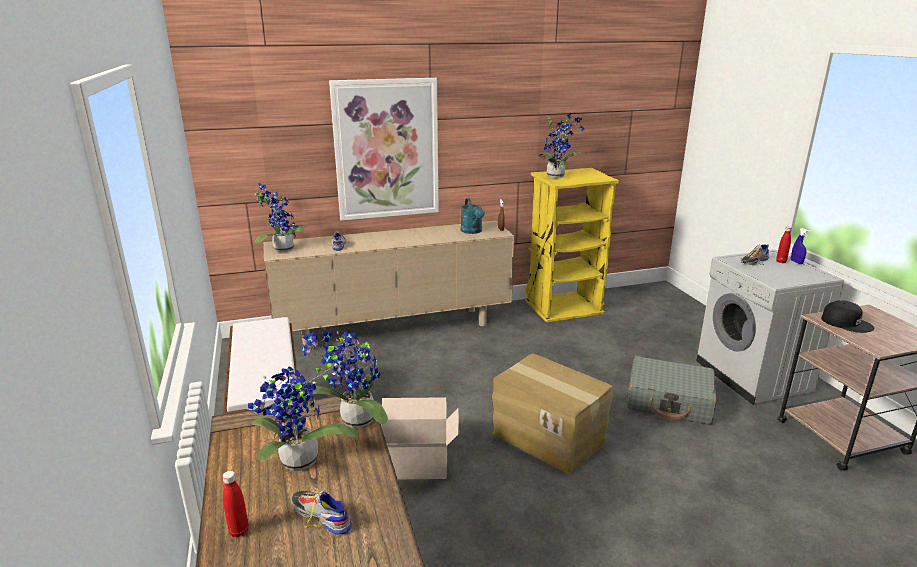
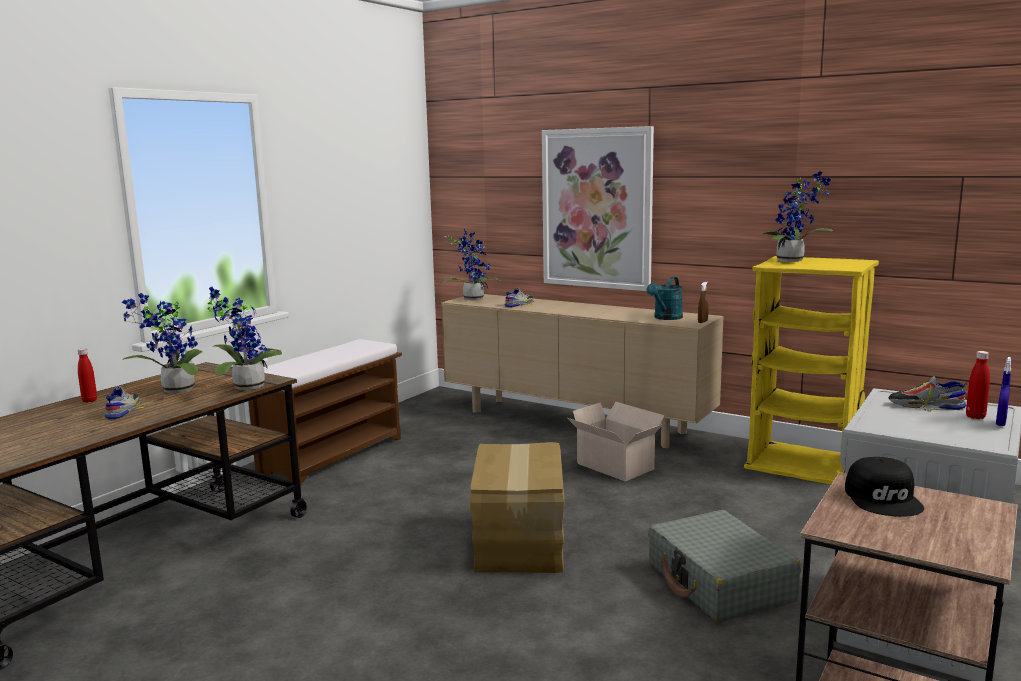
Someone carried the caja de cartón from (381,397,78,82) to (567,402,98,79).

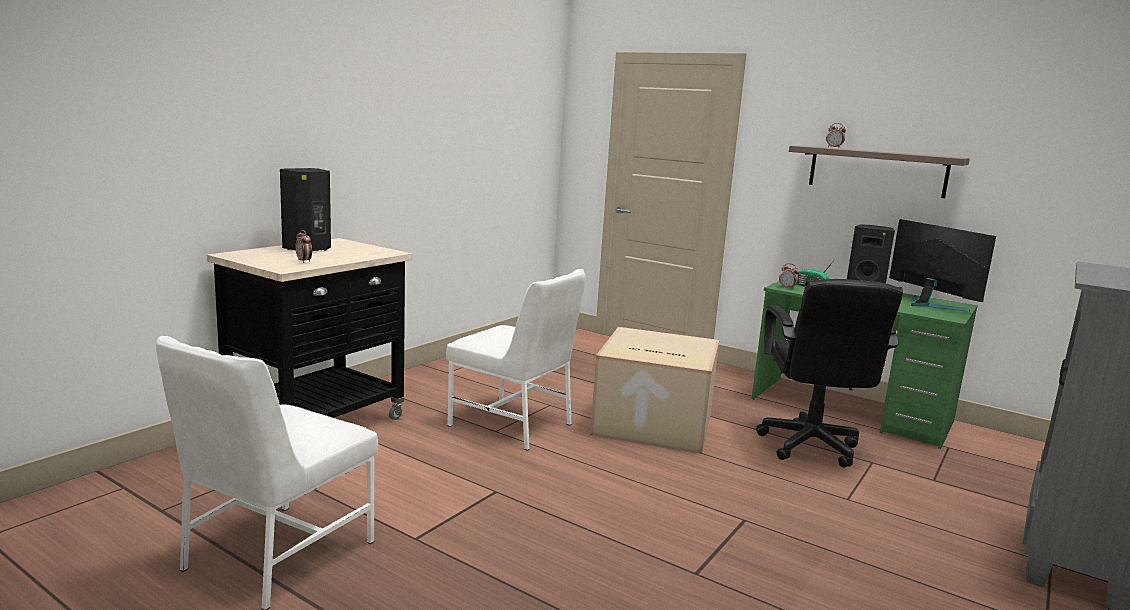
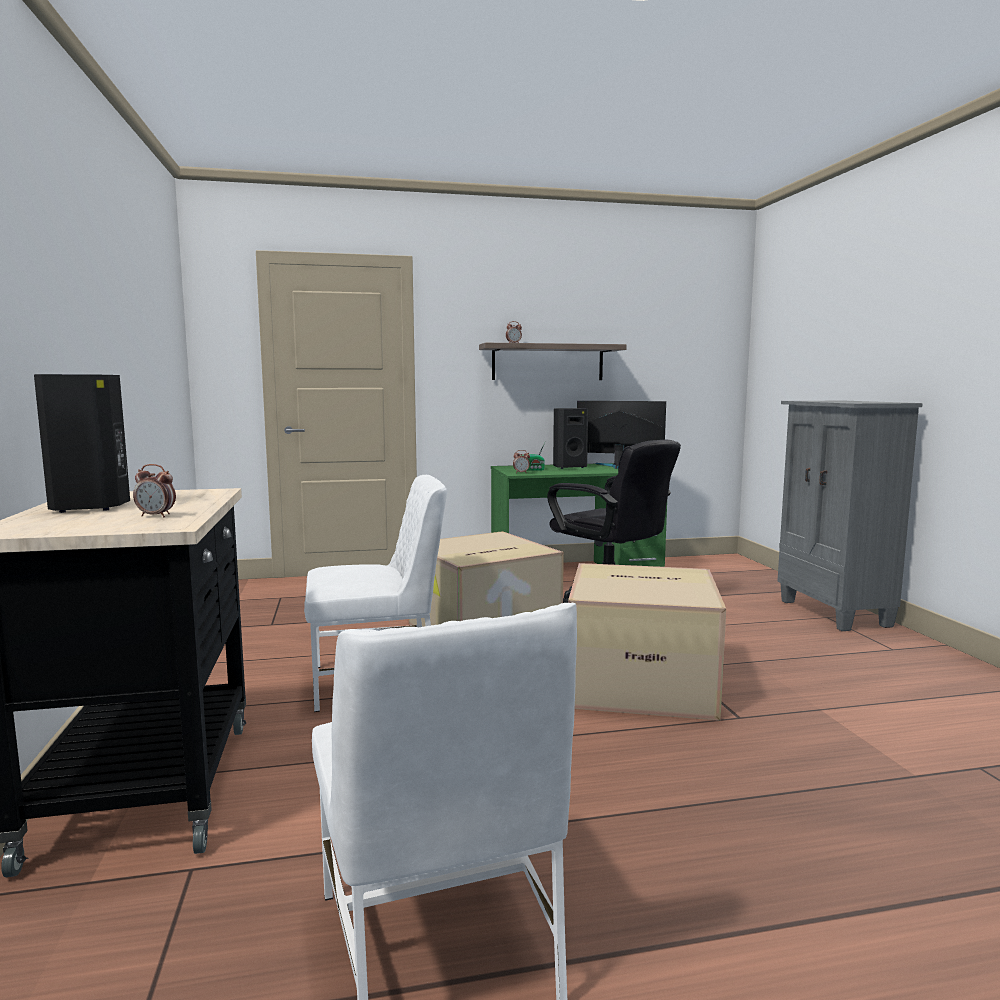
Someone put down the caja de cartón at (568,563,158,158).

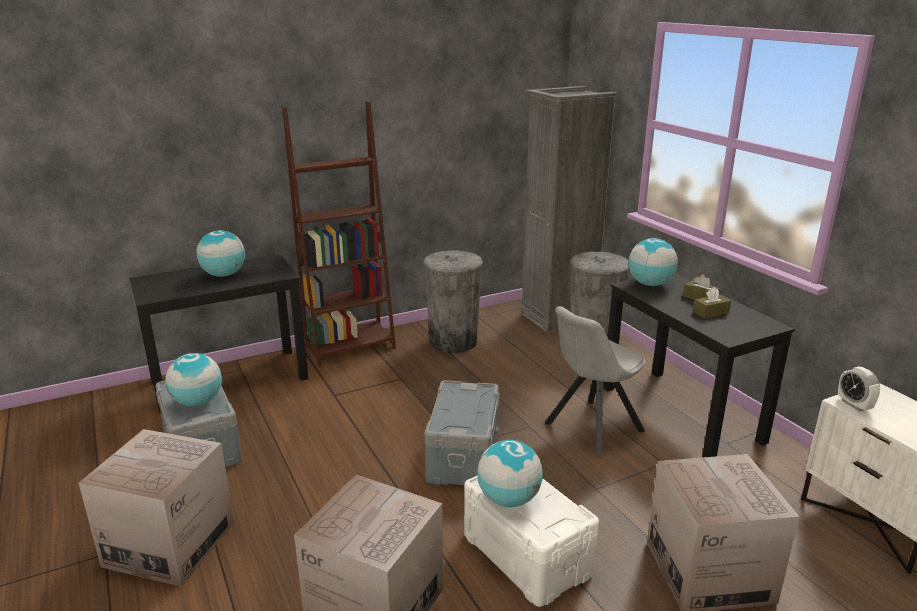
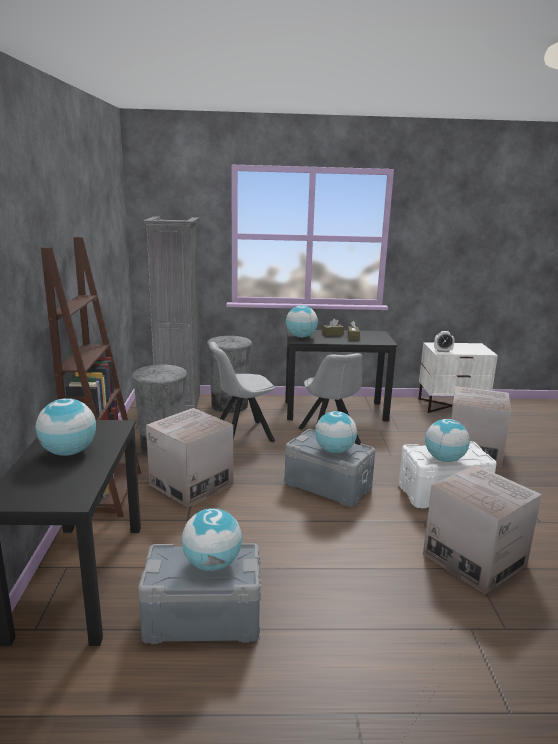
Someone carried the caja de cartón from (78,429,156,158) to (146,408,87,100). Someone put down the silla [gris] at (209,342,66,100). Someone put down the globo terráqueo at (315,411,42,42).

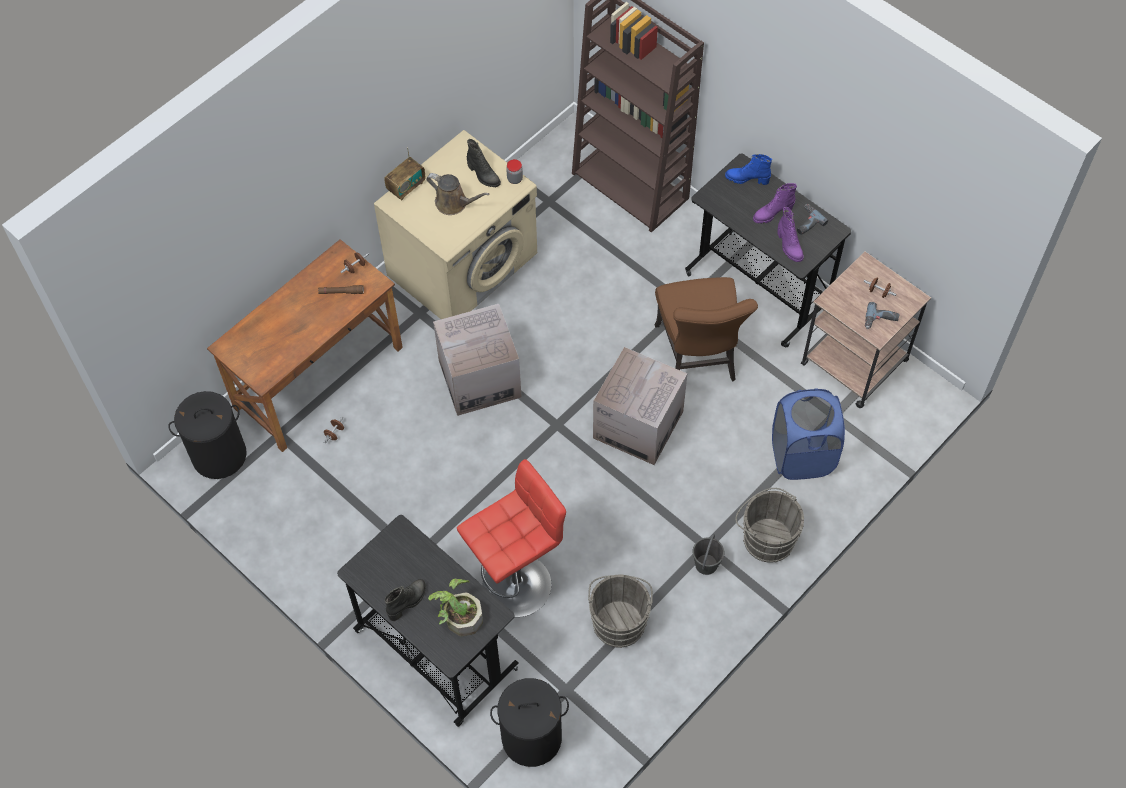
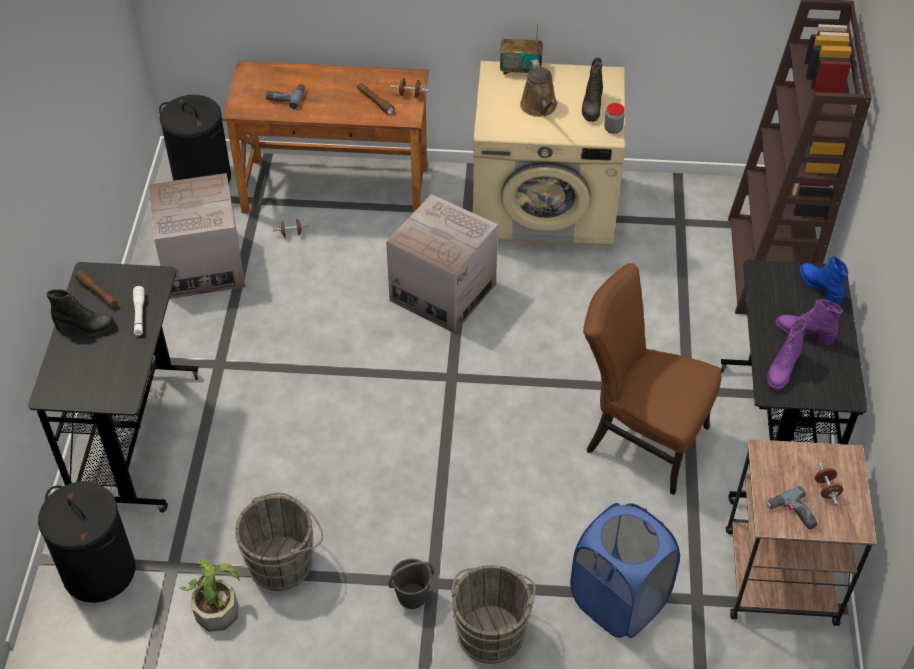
Someone put down the linterna [marrón] at (75,270,43,38). Someone put down the linterna [blanco] at (133,286,12,50). Someone carried the caja de cartón from (593,347,94,118) to (149,173,96,126). Someone carried the planta en maceta from (428,579,55,57) to (179,559,61,73). Someone carried the taladro from (797,204,31,31) to (266,84,39,25). Someone rotated the silla [marrón] at (655,277,103,105) by 75 degrees clockwise. Someone took away the taburete [rojo] at (457,459,109,158).

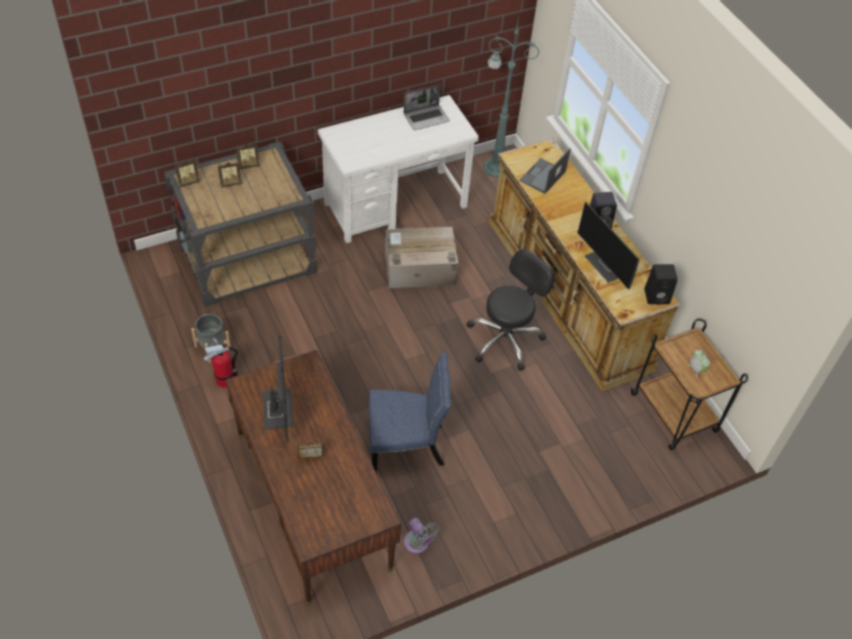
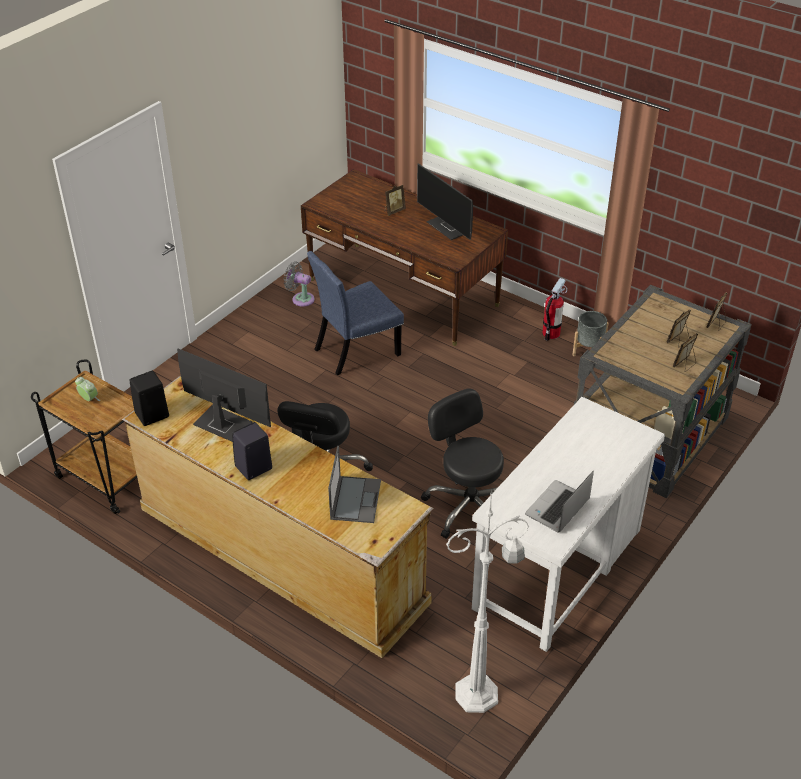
Someone swapped the caja de cartón at (385,227,73,61) for the silla de oficina [negro] at (421,388,83,151). Someone repainted the lámpara de pie [verde] at (483,16,56,162), which became the lámpara de pie [blanco] at (446,495,83,218).

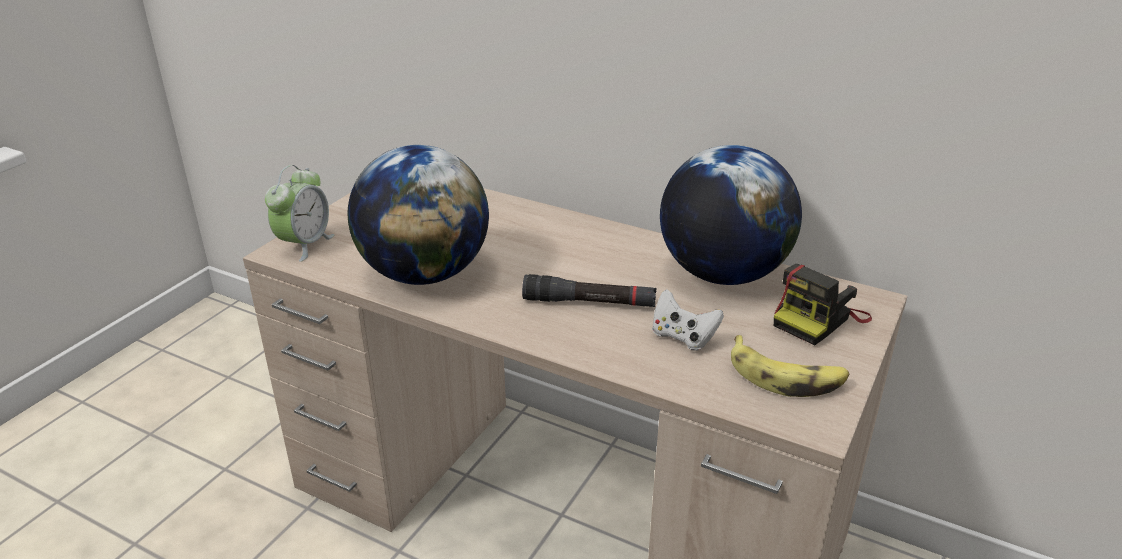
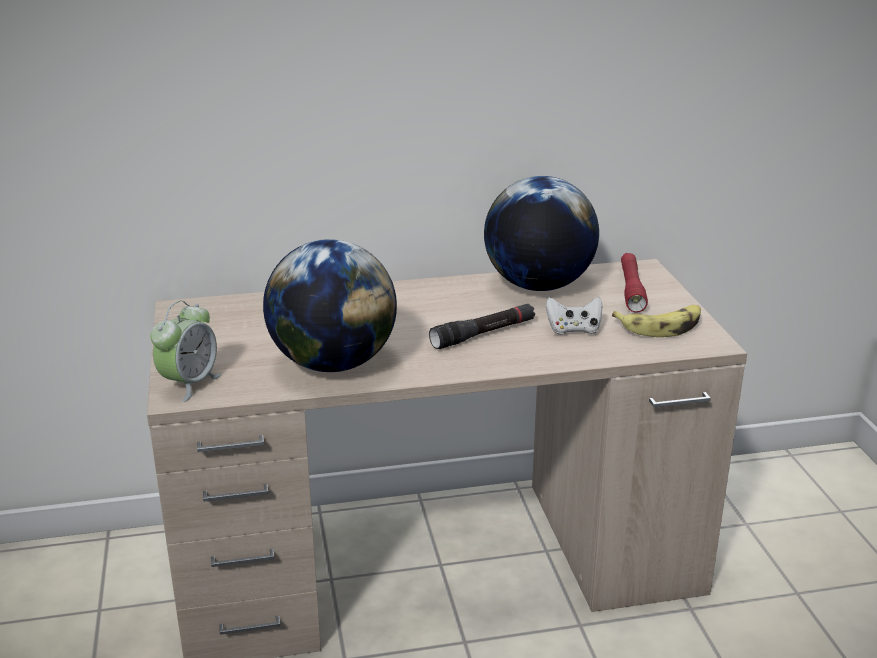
Someone rotated the despertador at (265,165,69,97) by 45 degrees clockwise. Someone swapped the cámara at (774,264,98,81) for the linterna [rojo] at (621,253,27,60).

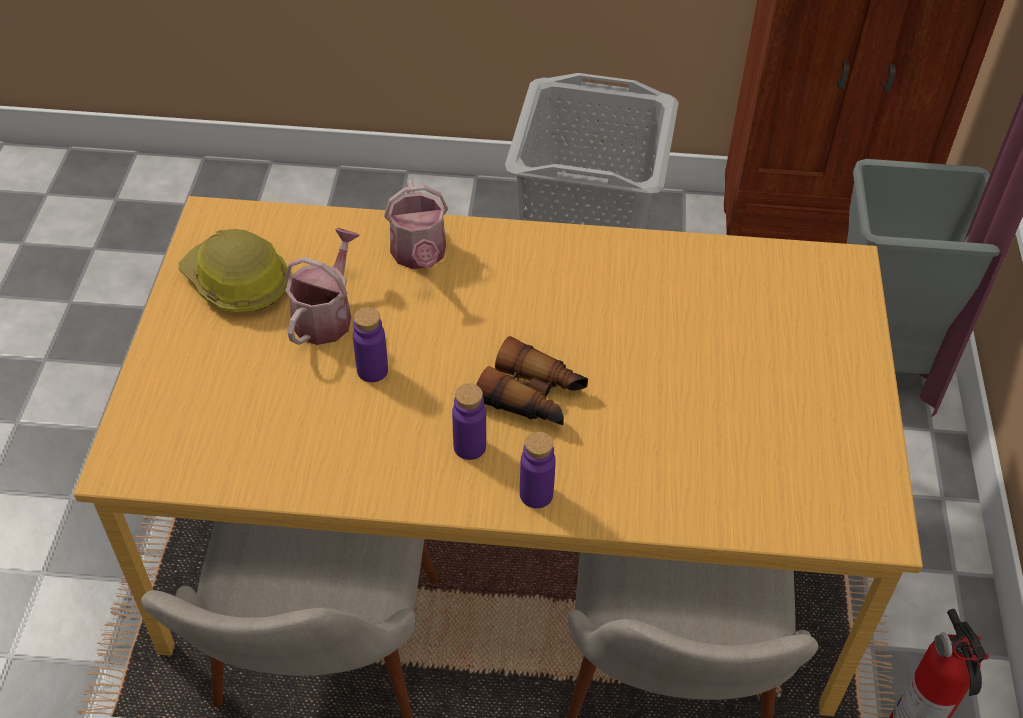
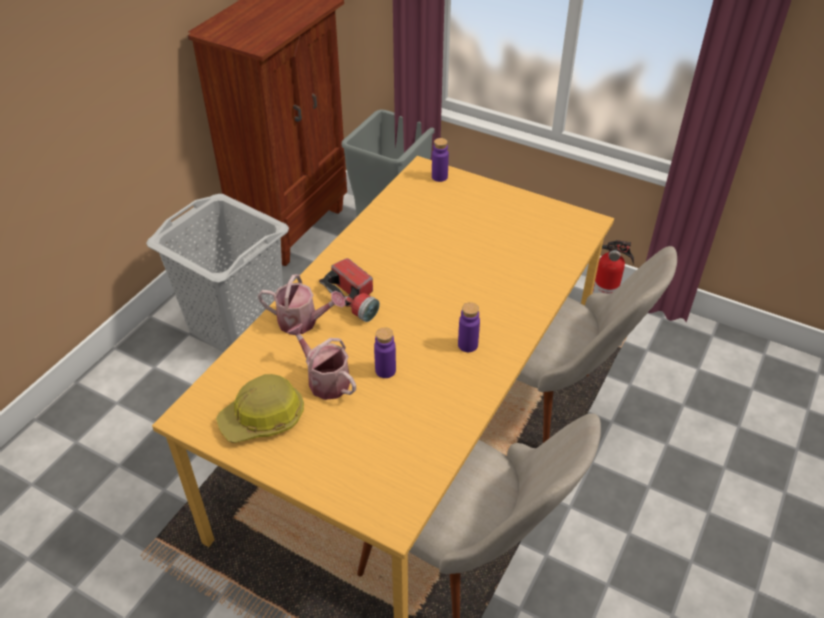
Someone put down the linterna at (319,258,61,64). Someone carried the botella [morado] from (520,431,36,77) to (432,138,17,44). Someone took away the prismáticos at (476,336,112,89).

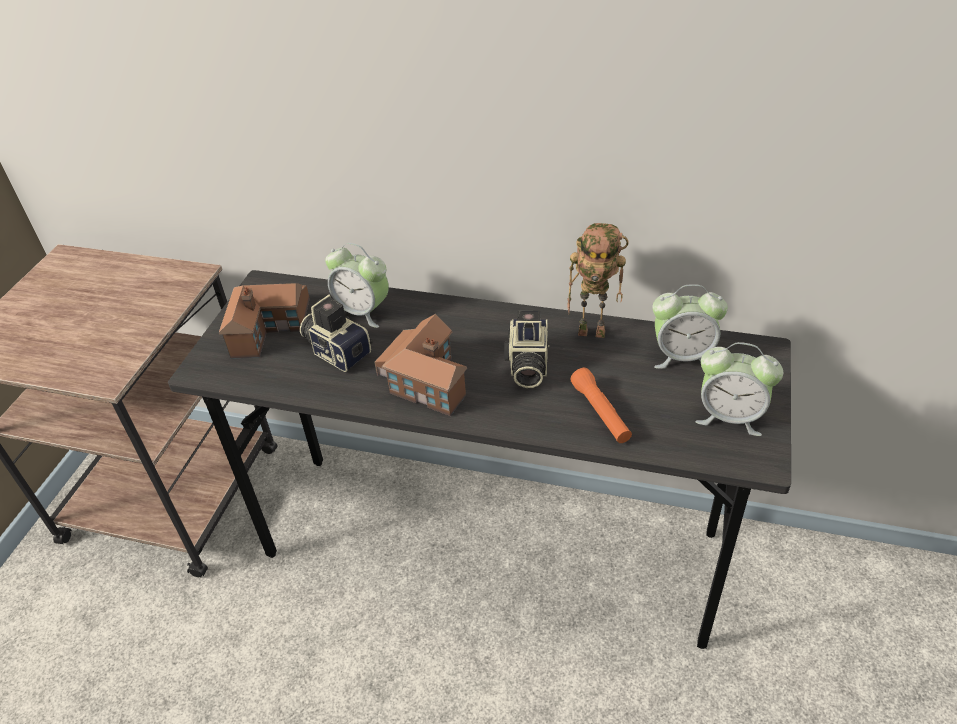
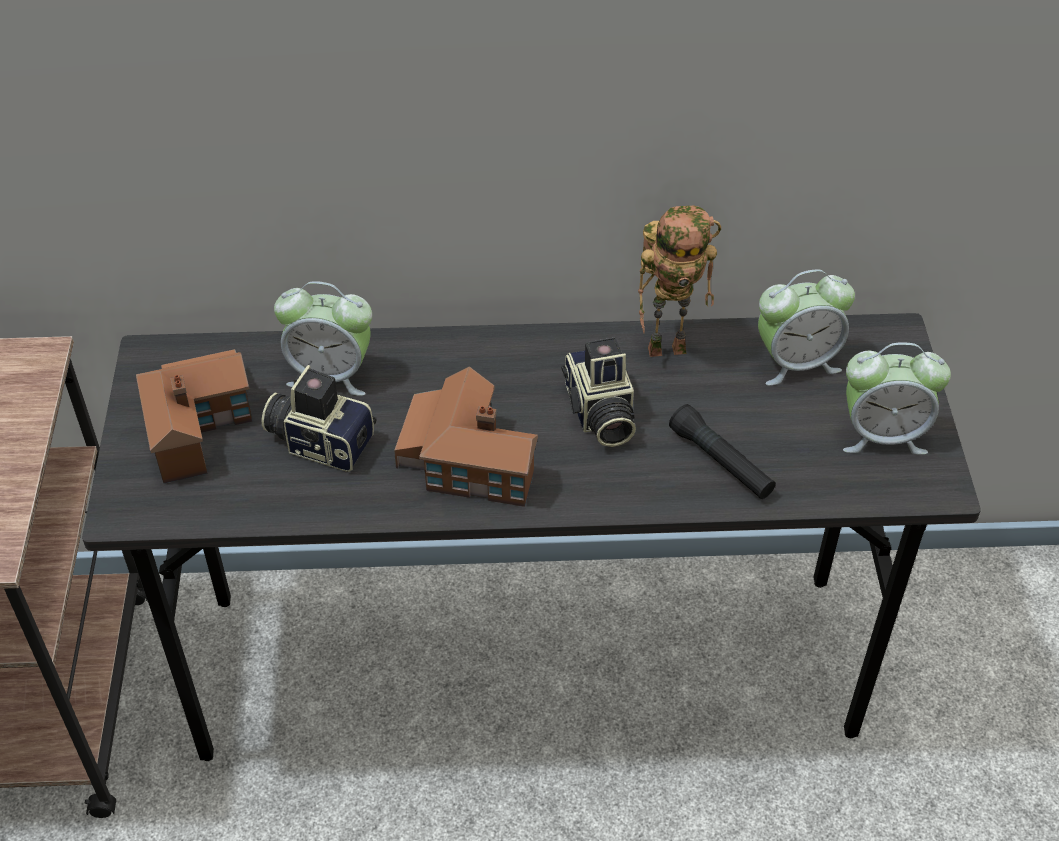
Someone repainted the linterna [naranja] at (570,368,62,75), which became the linterna [negro] at (669,404,107,95).

